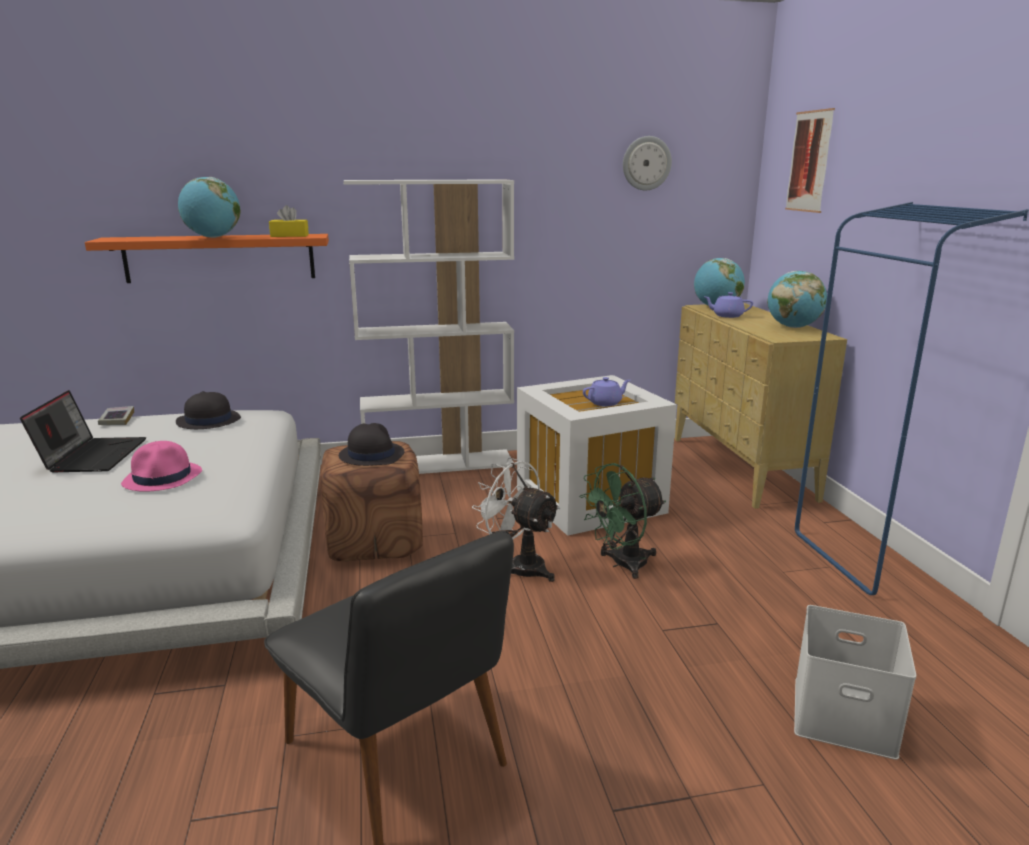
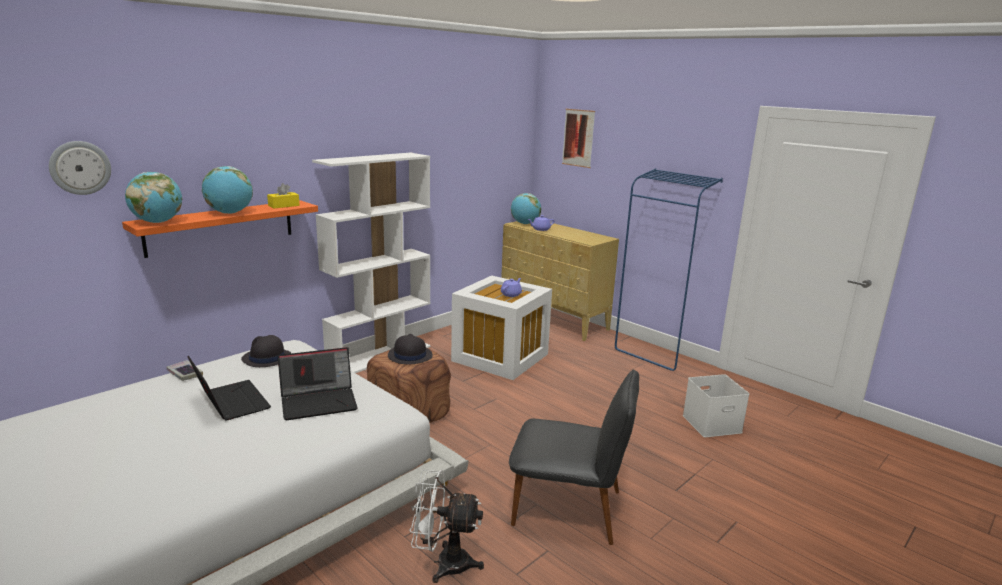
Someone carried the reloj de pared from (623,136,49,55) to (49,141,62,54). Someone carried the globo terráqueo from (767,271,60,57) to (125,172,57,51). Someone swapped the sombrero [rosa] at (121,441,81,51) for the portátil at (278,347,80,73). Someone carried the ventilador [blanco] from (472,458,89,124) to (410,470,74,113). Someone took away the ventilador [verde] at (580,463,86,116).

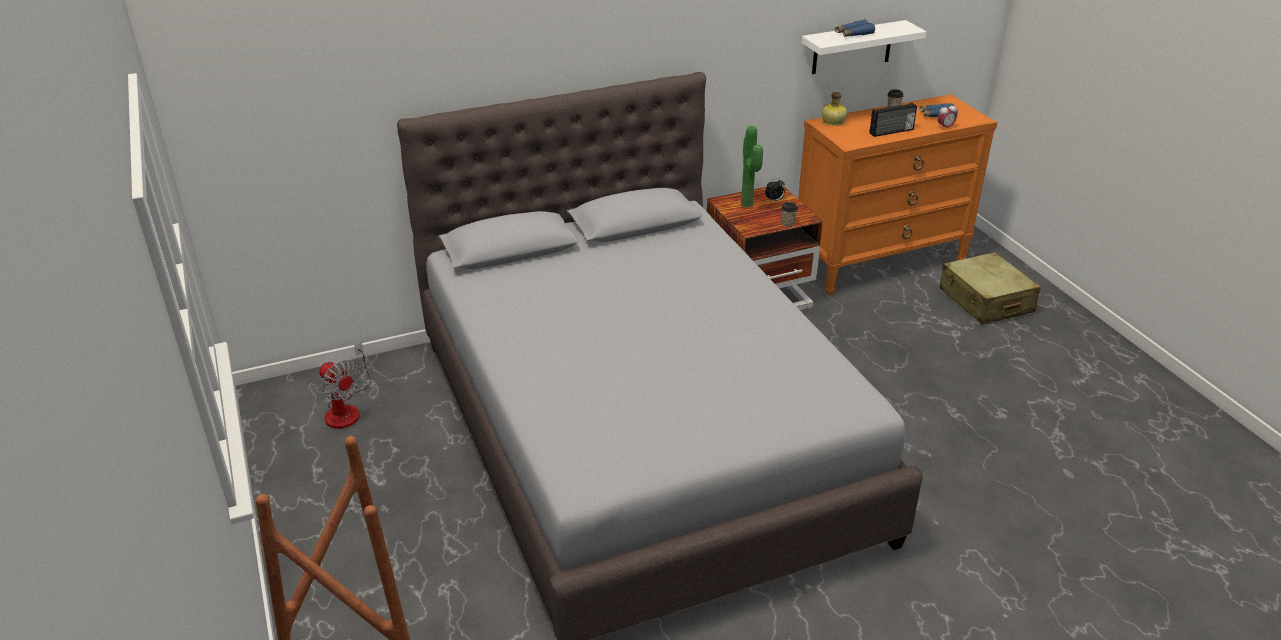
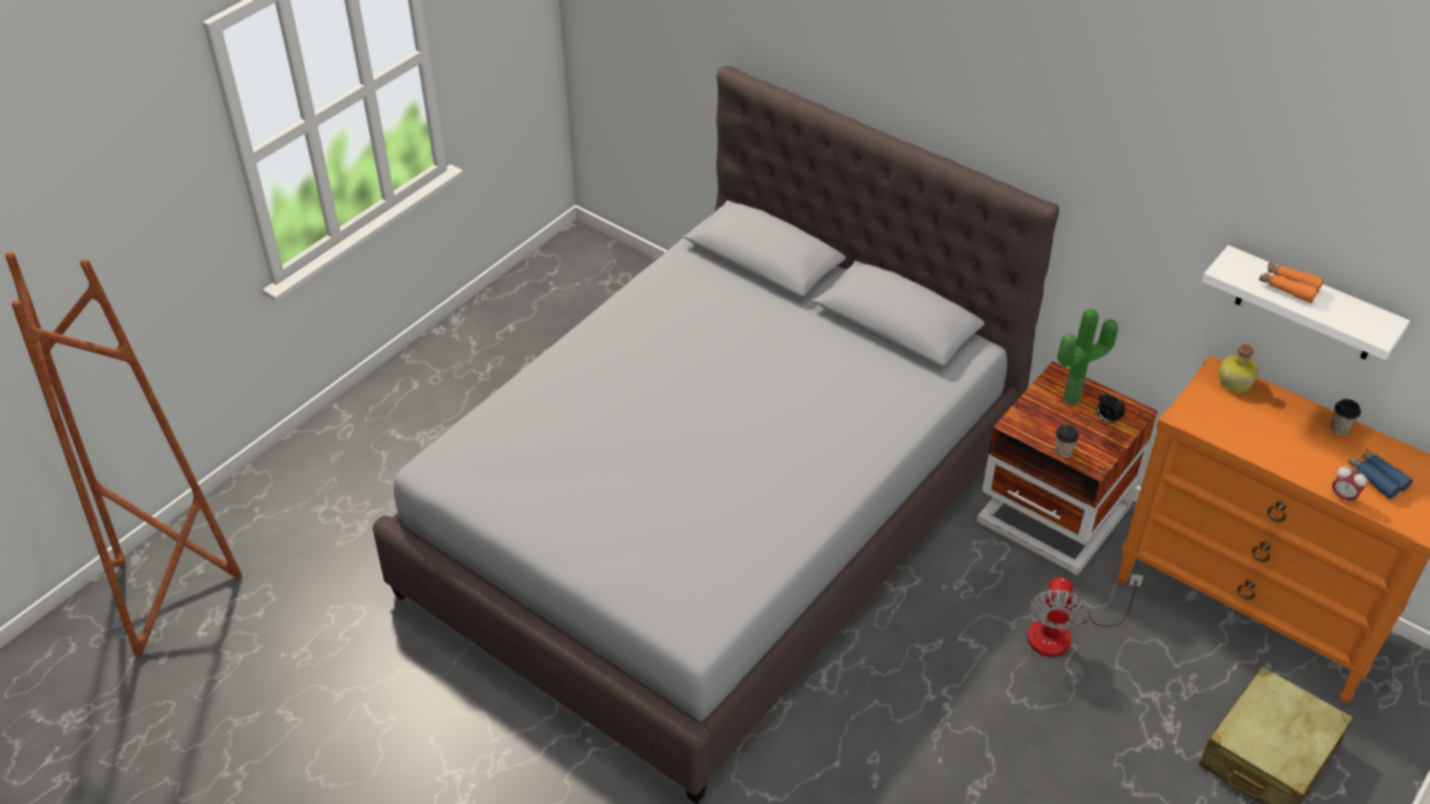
Someone carried the ventilador from (319,342,52,87) to (1027,574,117,83). Someone repainted the prismáticos [azul] at (835,19,40,18), which became the prismáticos [naranja] at (1259,262,65,41). Someone took away the radio at (869,103,48,34).

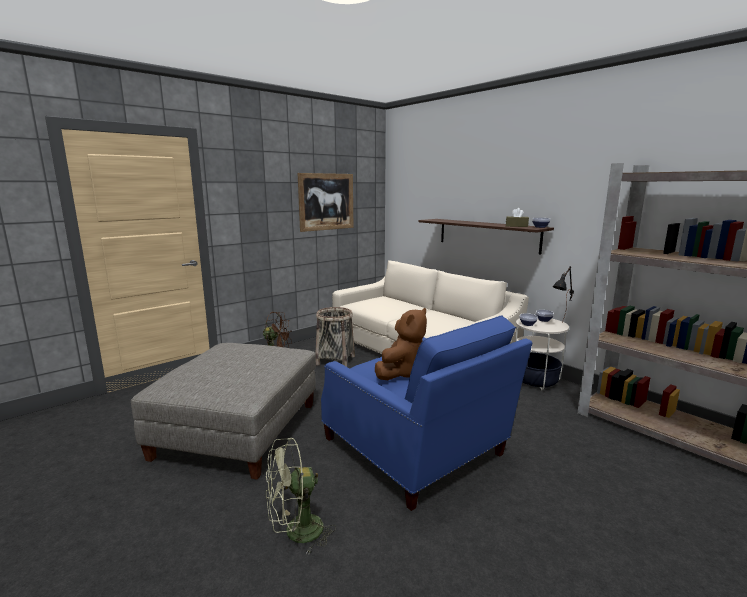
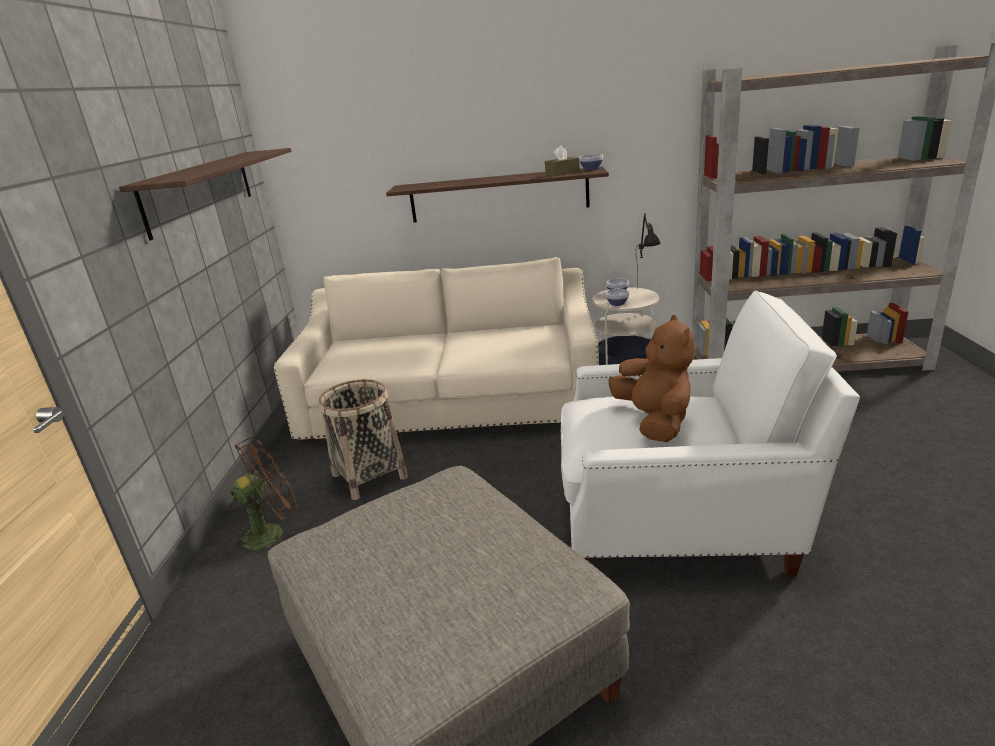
Someone swapped the cuadro at (298,173,55,59) for the estante at (119,148,172,93). Someone repainted the sillón [azul] at (321,315,211,196), which became the sillón [blanco] at (561,291,299,285). Someone took away the ventilador [verde] at (266,438,70,117).

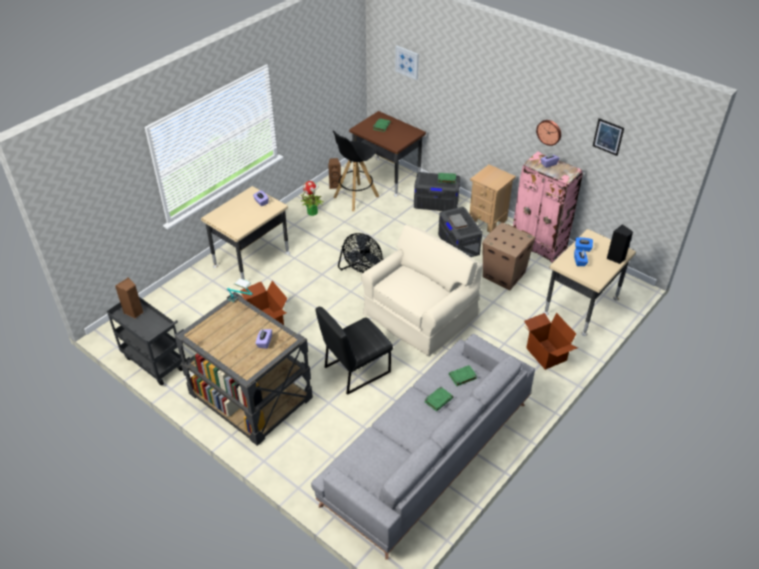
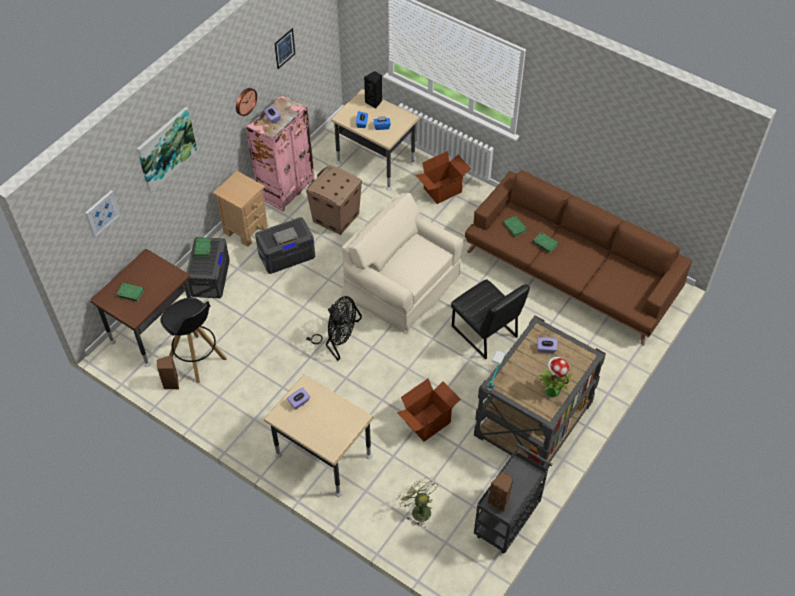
Someone put up the cuadro at (137,107,60,85). Someone put down the ventilador [verde] at (397,477,41,51). Someone repainted the sofá [gris] at (311,334,224,226), which became the sofá [marrón] at (465,170,227,176). Someone carried the planta en maceta from (301,181,22,35) to (538,357,34,40).

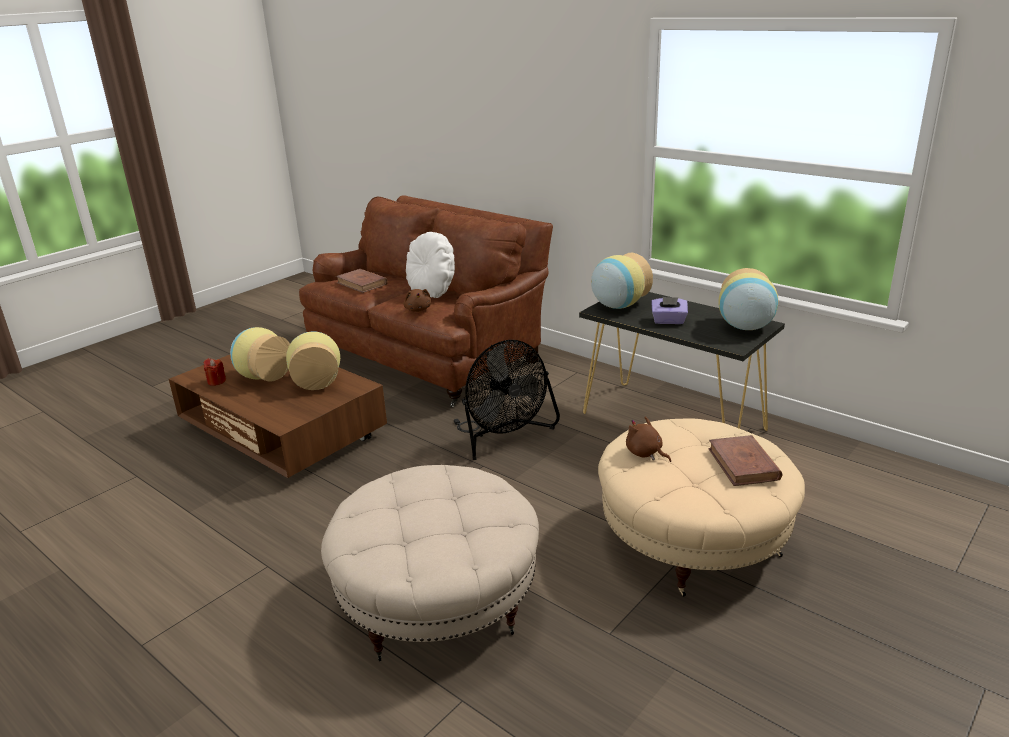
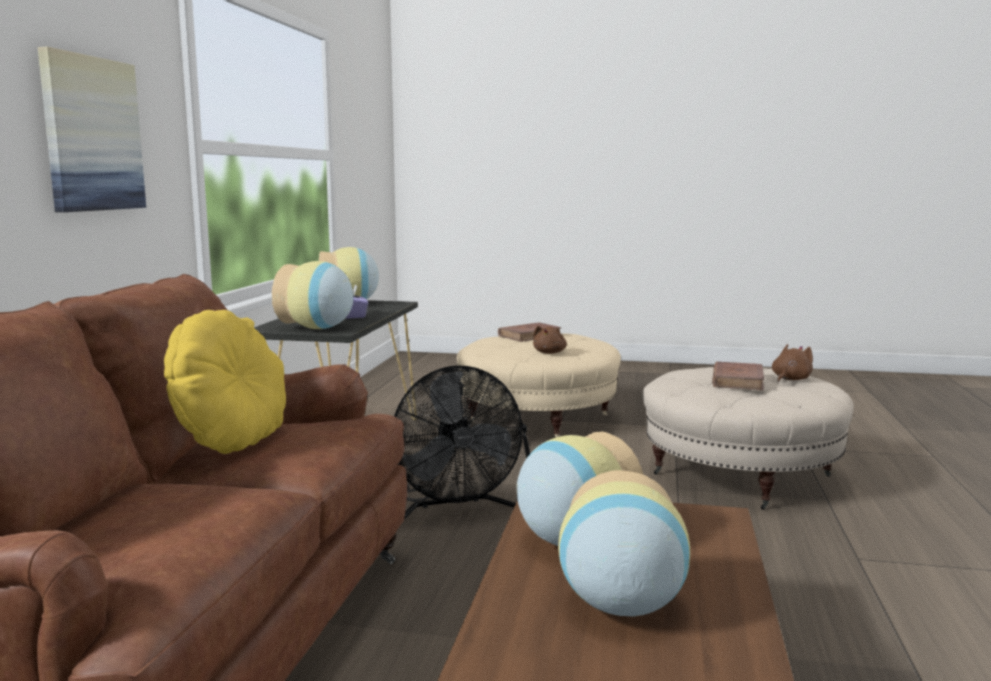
Someone put up the cuadro at (38,47,108,165). Someone repainted the cojín [blanco] at (406,232,49,66), which became the cojín [amarillo] at (164,310,122,144). Someone rotated the ventilador [negro] at (454,340,106,120) by 135 degrees clockwise. Someone carried the libro [marrón] from (336,269,52,24) to (712,362,53,28). Someone carried the peluche [marrón] from (403,289,28,23) to (772,344,41,38). Someone took away the vela [rojo] at (204,358,22,28).

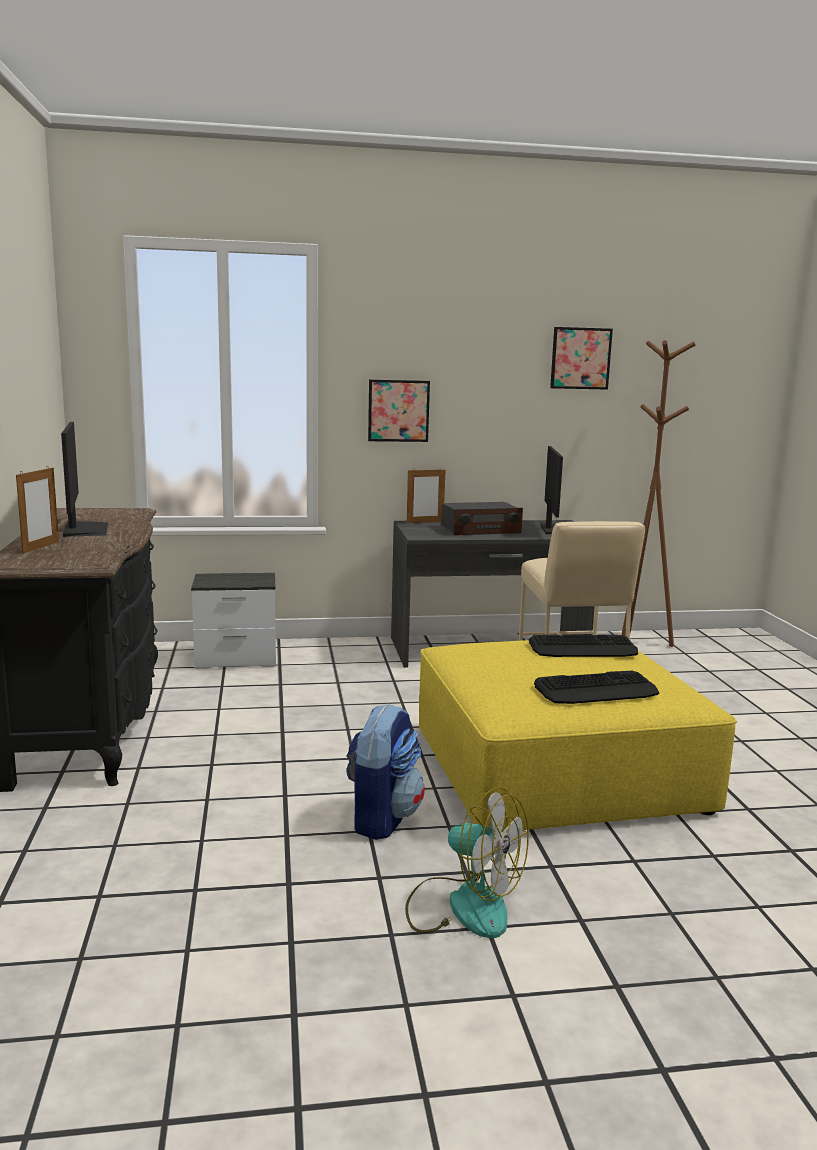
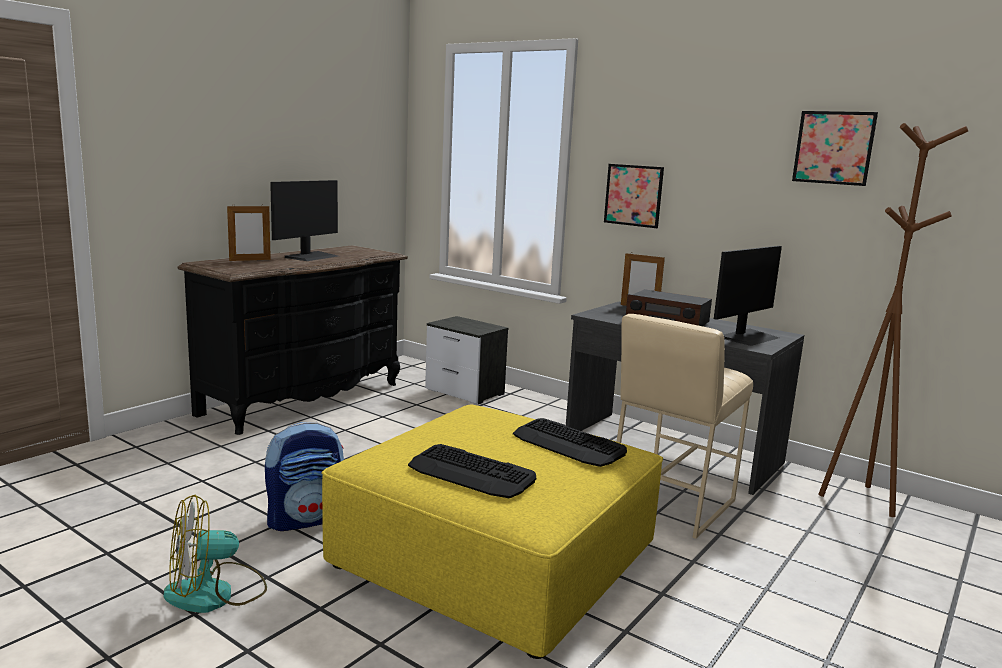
Someone rotated the ventilador at (405,787,124,151) by 75 degrees clockwise.

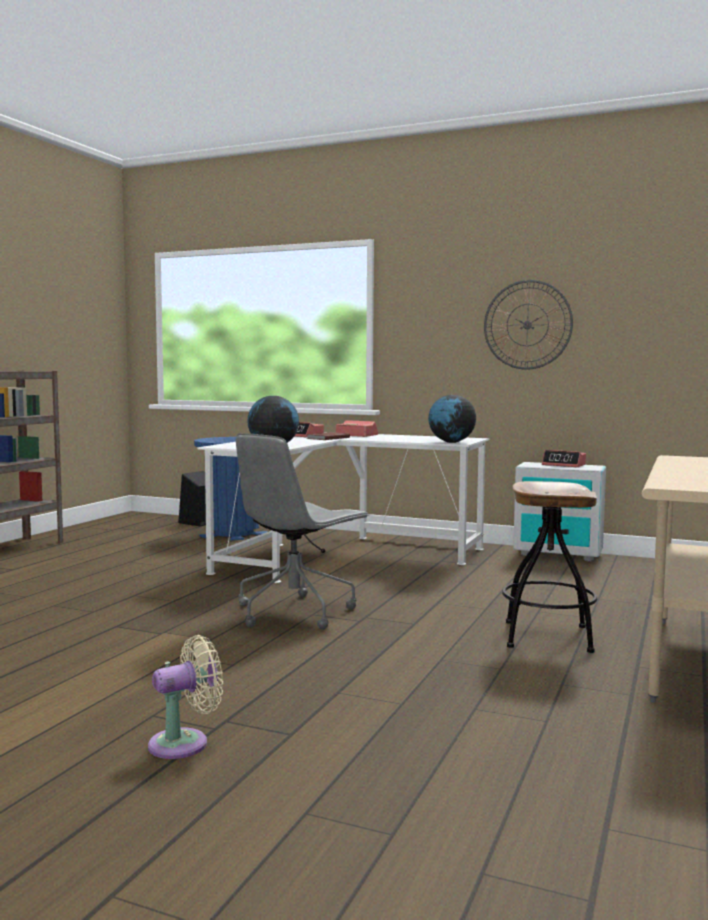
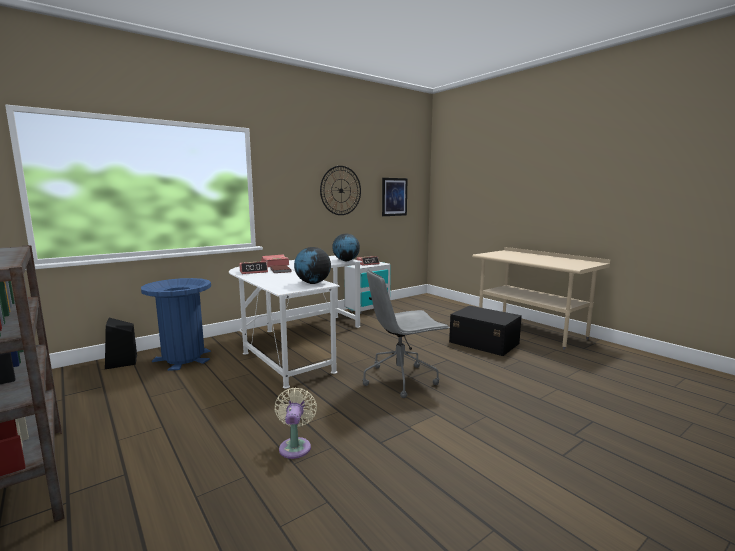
Someone carried the ventilador [beis] from (148,635,75,124) to (275,387,42,72). Someone rotated the silla de oficina [gris] at (236,433,134,197) by 90 degrees clockwise. Someone put up the cuadro at (382,178,26,38). Someone swapped the taburete [marrón] at (502,481,95,172) for the caja de almacenaje [negro] at (449,306,73,50).

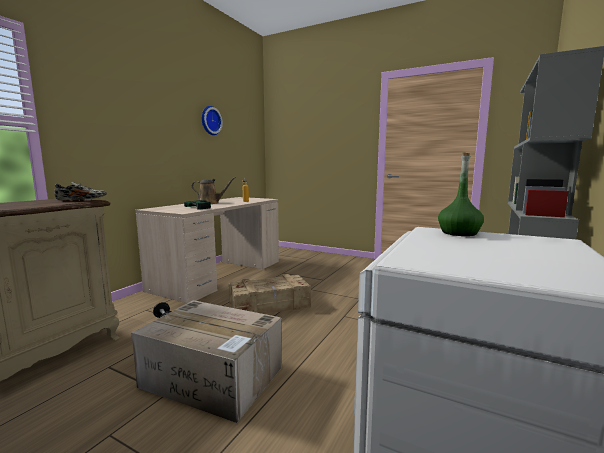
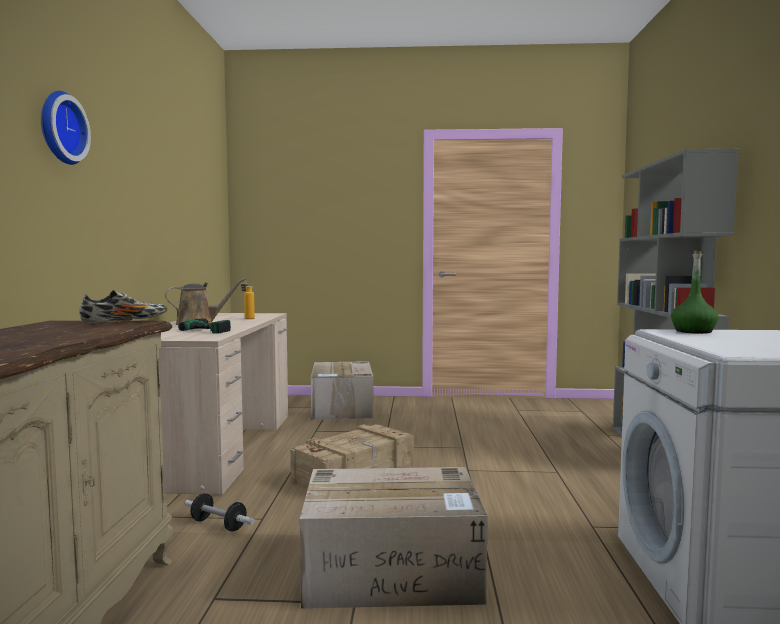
Someone carried the reloj de pared from (201,106,22,29) to (41,91,50,74). Someone put down the caja de cartón at (311,361,63,59).

